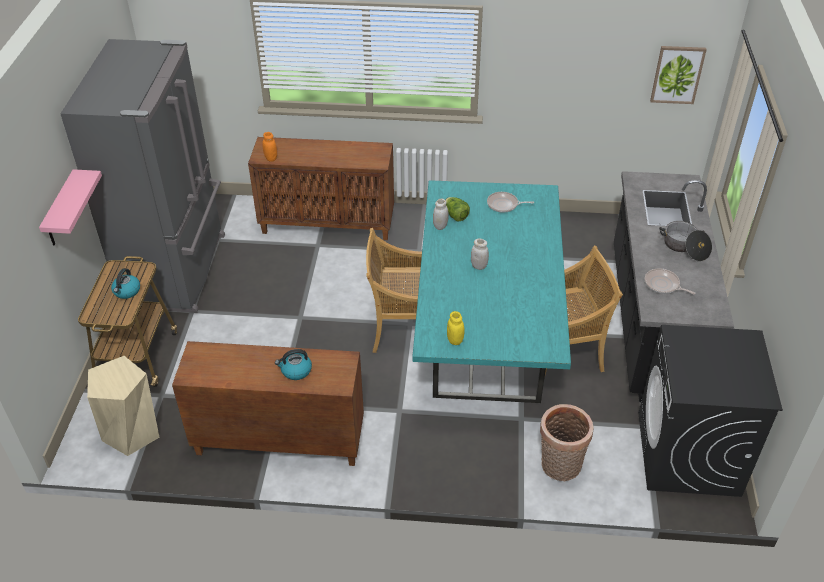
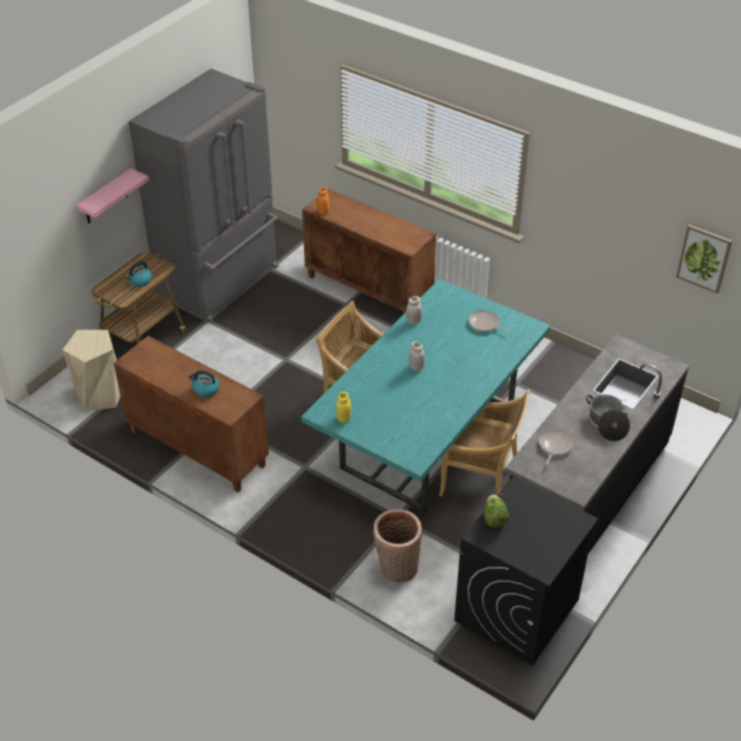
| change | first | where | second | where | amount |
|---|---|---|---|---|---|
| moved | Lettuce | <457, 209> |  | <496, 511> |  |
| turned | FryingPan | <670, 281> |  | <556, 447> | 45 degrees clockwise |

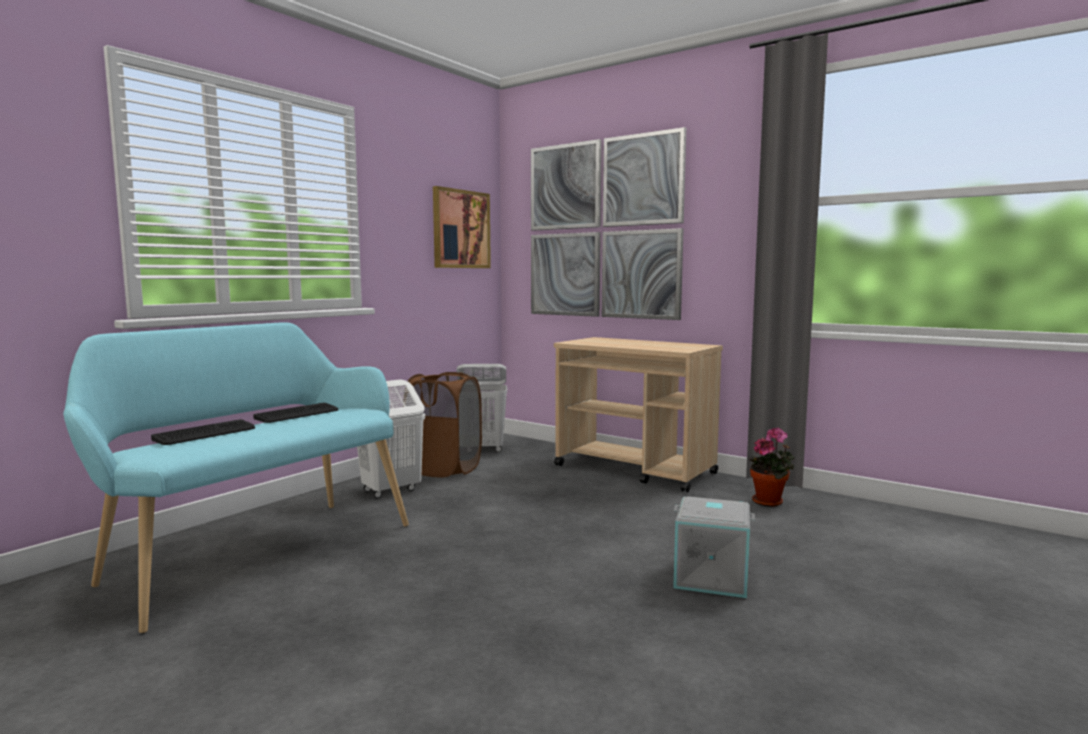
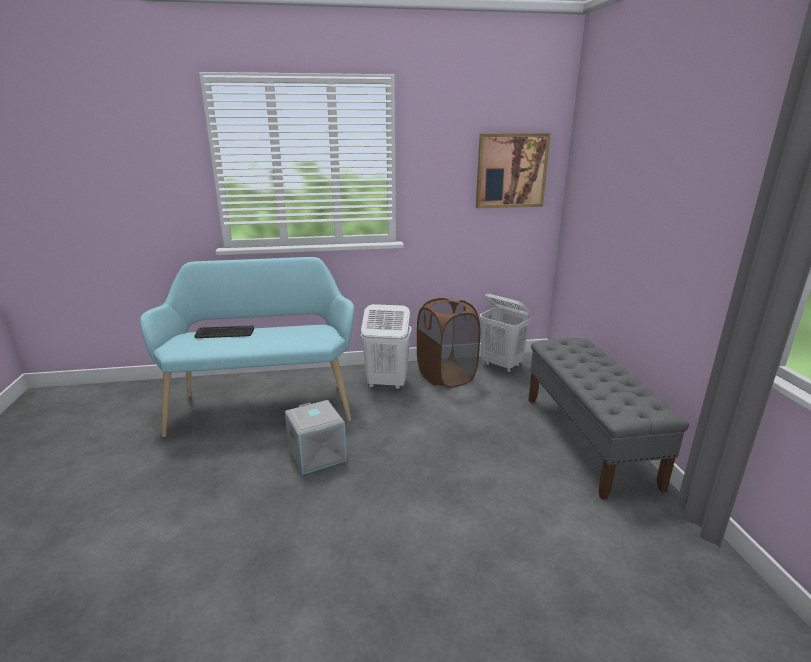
| change | first | where | second | where | amount |
|---|---|---|---|---|---|
| removed | Keyboard | <295, 413> |  |  |  |
| removed | WallPicture | <608, 223> |  |  |  |
| removed | Houseplant | <772, 467> |  |  |  |
| moved | GrayStorageBin | <714, 547> |  | <316, 437> |  |
| replaced | BeigeCart | <638, 414> | GrayLongSeat | <608, 419> |  |

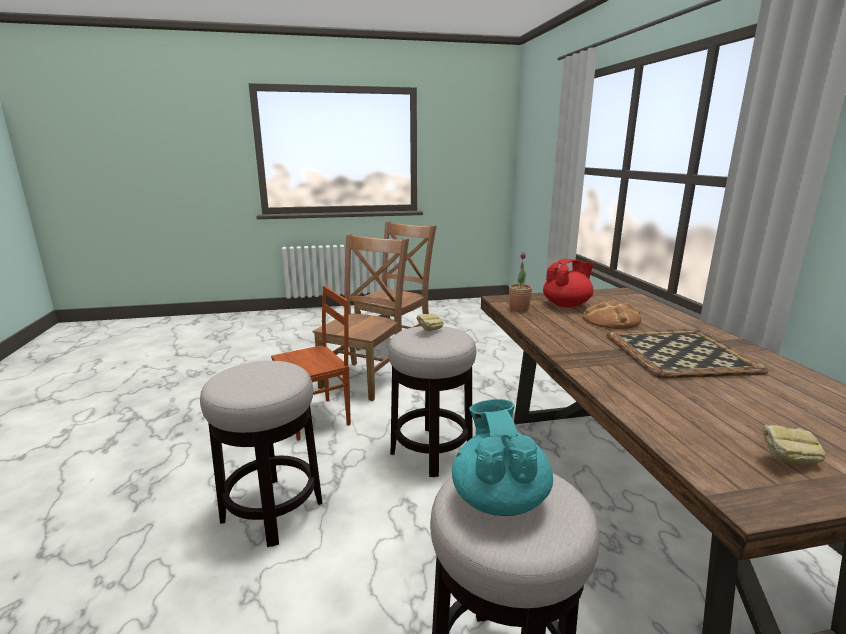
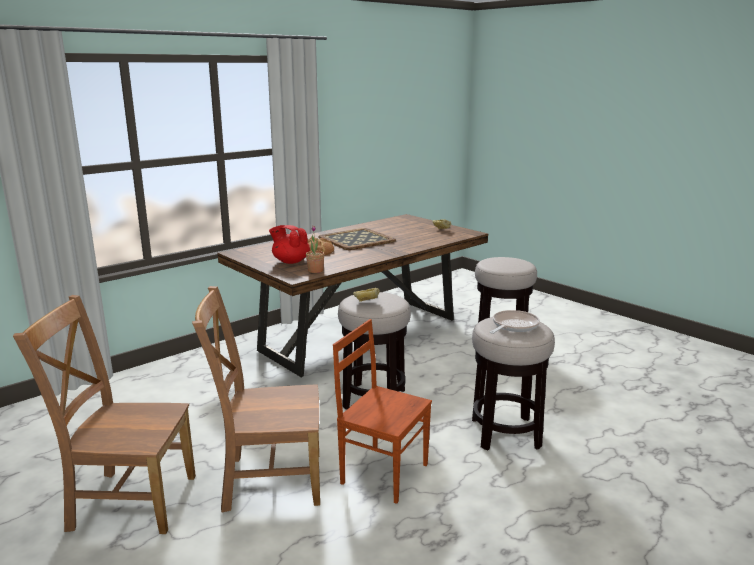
| change | first | where | second | where | amount |
|---|---|---|---|---|---|
| removed | TurquoiseColouredPotForTea | <502, 457> |  |  |  |
| added |  |  | FryingPan | <515, 322> |  |

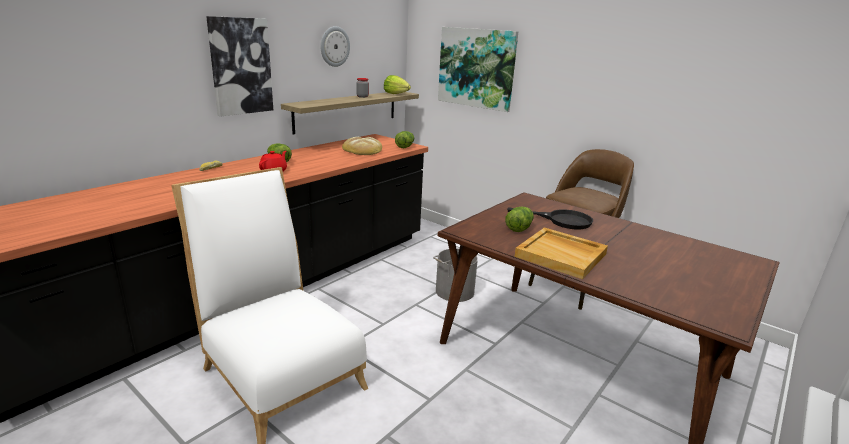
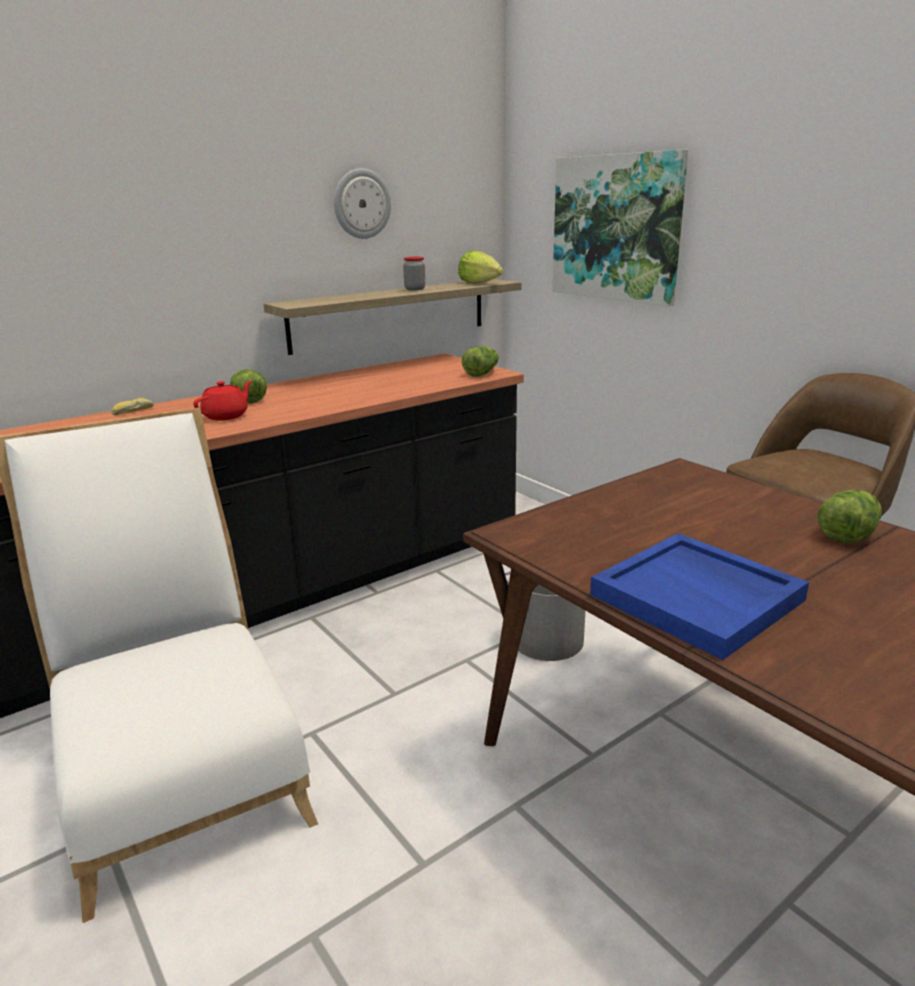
| change | first | where | second | where | amount |
|---|---|---|---|---|---|
| removed | WallPicture | <239, 66> |  |  |  |
| removed | BakedBread | <362, 146> |  |  |  |
| removed | BlackishFryingPan | <550, 218> |  |  |  |
| moved | Lettuce | <519, 219> |  | <849, 517> |  |
| recoloured | BeigeCarryingTray | <561, 253> | BlueColouredCarryingTray | <699, 596> |  |

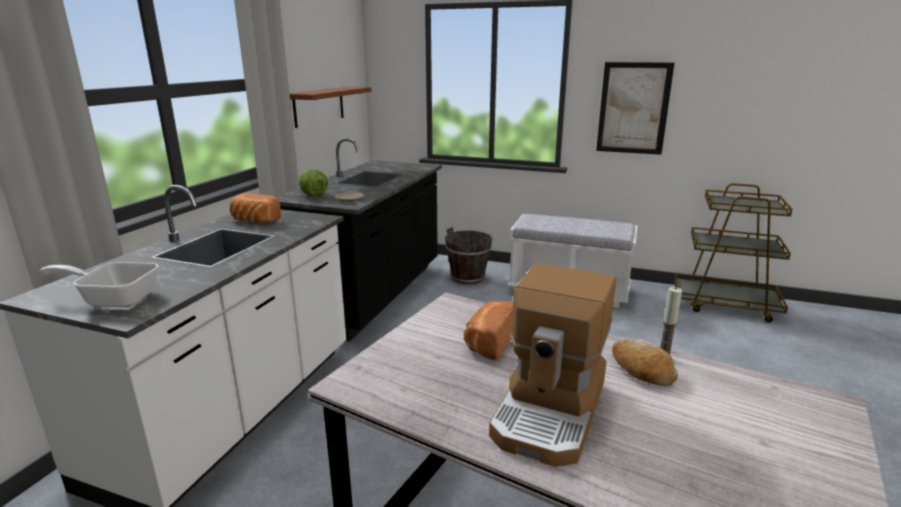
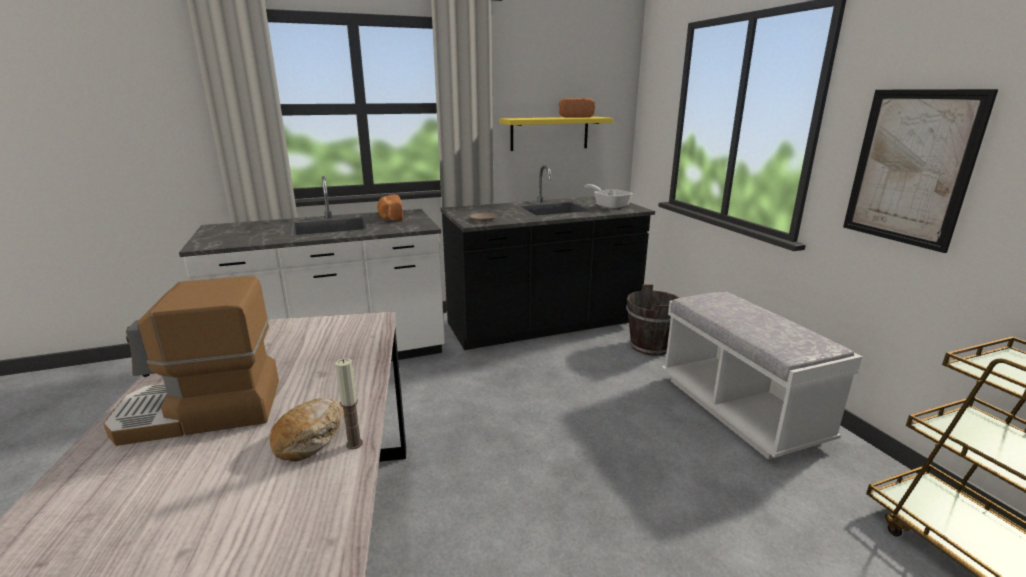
| change | first | where | second | where | amount |
|---|---|---|---|---|---|
| removed | Lettuce | <313, 182> |  |  |  |
| moved | FryingPan | <99, 284> |  | <608, 196> |  |
| moved | BakedBread | <488, 330> |  | <577, 108> |  |
| recoloured | BrownishWallShelf | <330, 107> | YellowWallShelf | <556, 134> |  |

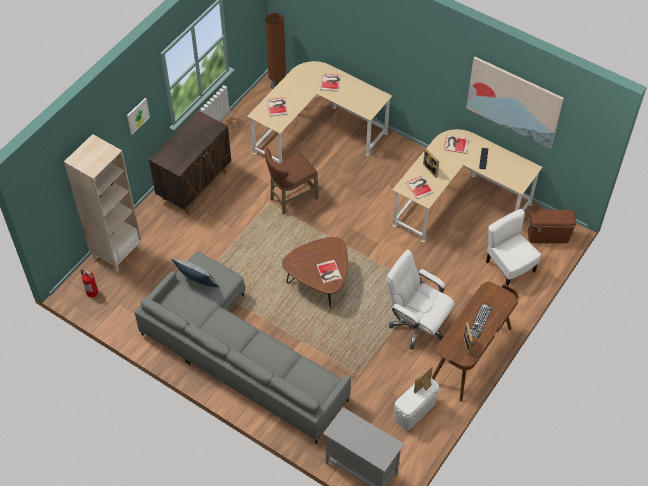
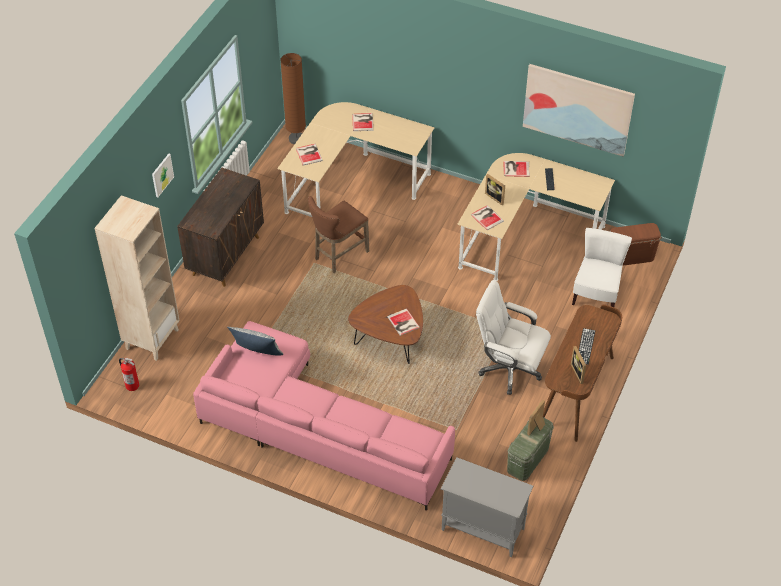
| change | first | where | second | where | amount |
|---|---|---|---|---|---|
| recoloured | GraySettee | <243, 347> | PinkColouredSettee | <324, 416> |  |
| recoloured | WhiteStorageBin | <416, 404> | GreenColouredStorageBin | <530, 449> |  |
| turned | WhitePlainChair | <513, 247> |  | <602, 267> | 60 degrees clockwise |

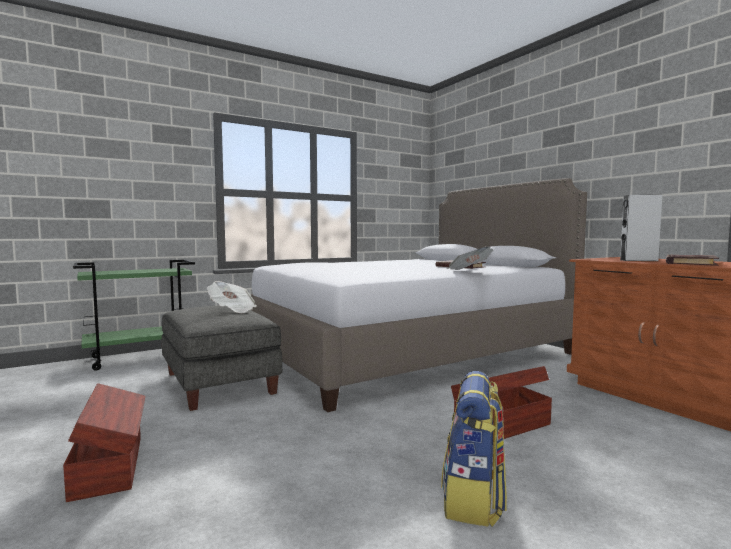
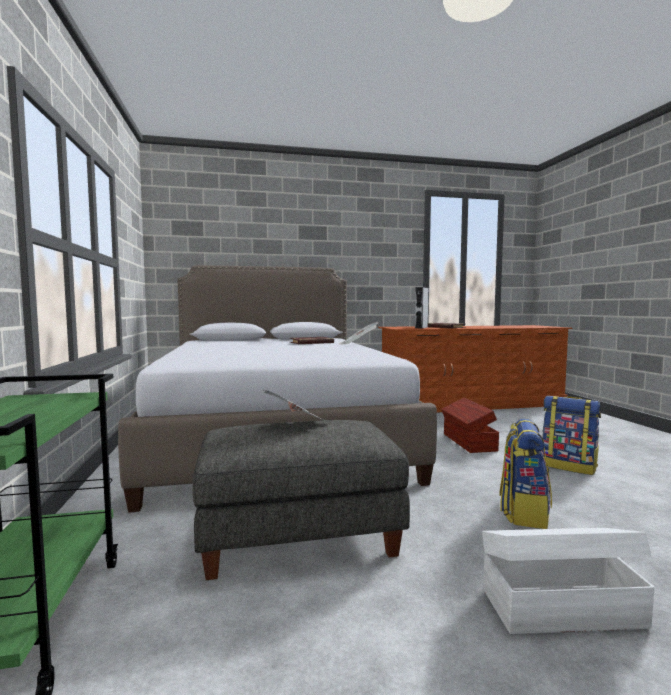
| change | first | where | second | where | amount |
|---|---|---|---|---|---|
| added |  |  | Knapsack | <525, 473> |  |
| recoloured | BrownishStorageBin | <104, 442> | WhiteStorageBin | <568, 581> |  |

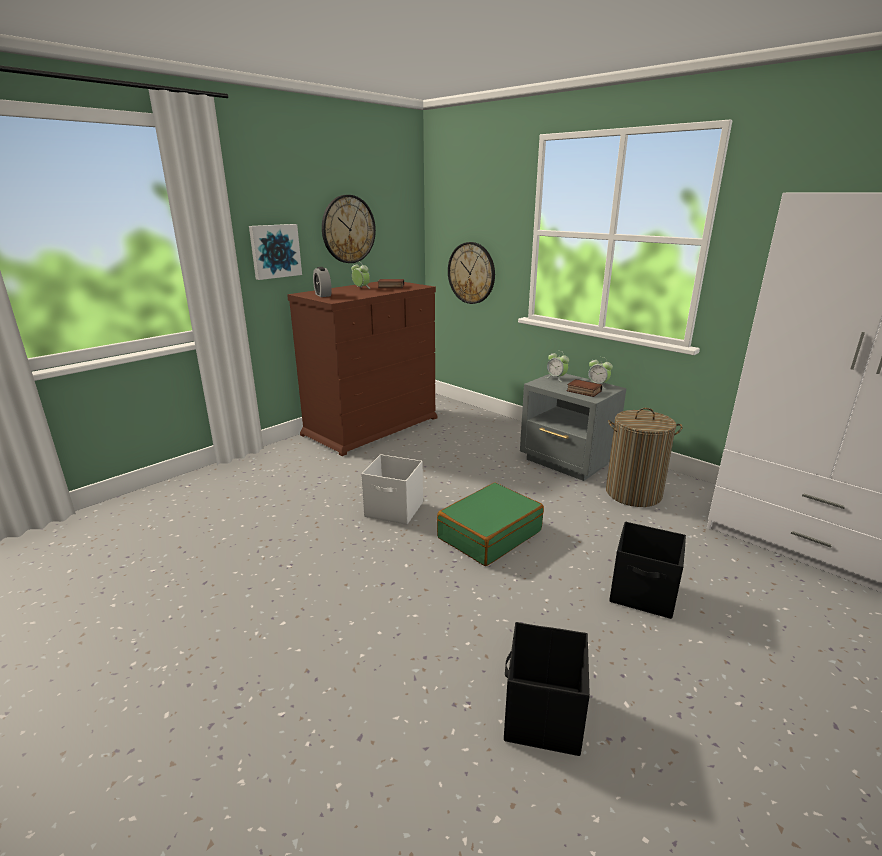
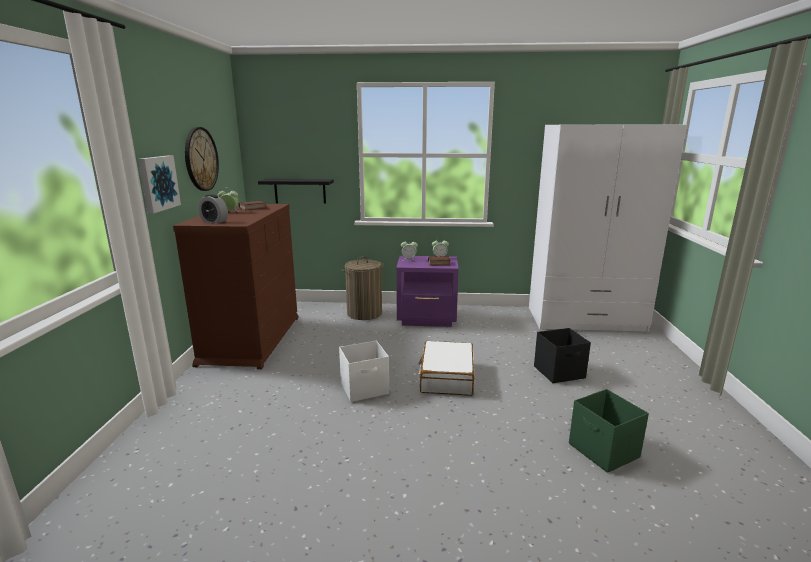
| change | first | where | second | where | amount |
|---|---|---|---|---|---|
| moved | WashingBasket | <644, 457> |  | <363, 288> |  |
| replaced | WallClock | <471, 273> | BlackishWallShelf | <296, 191> |  |
| recoloured | GreenColouredSuitcase | <490, 524> | WhiteSuitcase | <446, 368> |  |
| recoloured | BlackishStorageBin | <547, 689> | GreenColouredStorageBin | <609, 431> |  |
| recoloured | GrayNightTable | <573, 427> | PurpleColouredNightTable | <427, 291> |  |

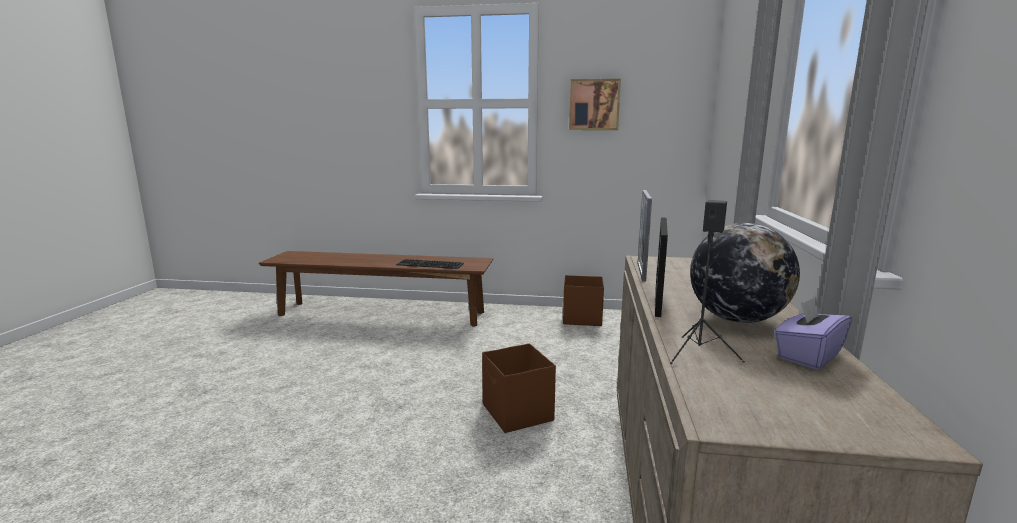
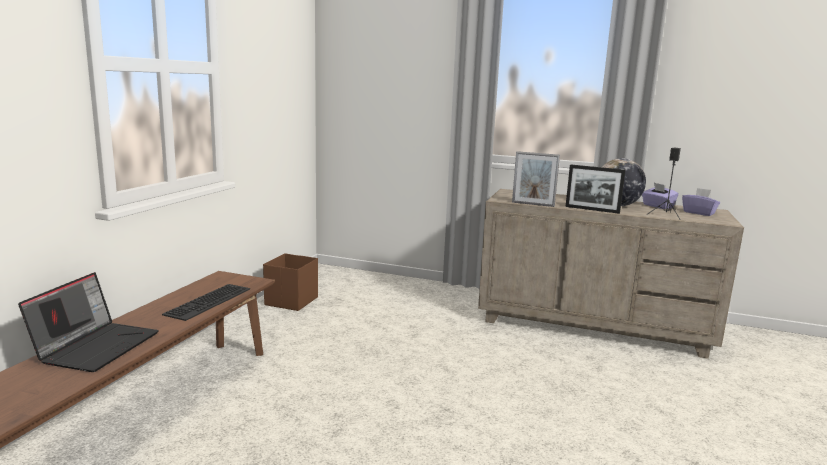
| change | first | where | second | where | amount |
|---|---|---|---|---|---|
| removed | BrownishStorageBin | <519, 388> |  |  |  |
| removed | WallPicture | <595, 104> |  |  |  |
| added |  |  | Laptop | <88, 322> |  |
| added |  |  | PurpleColouredBoxOfTissues | <701, 202> |  |

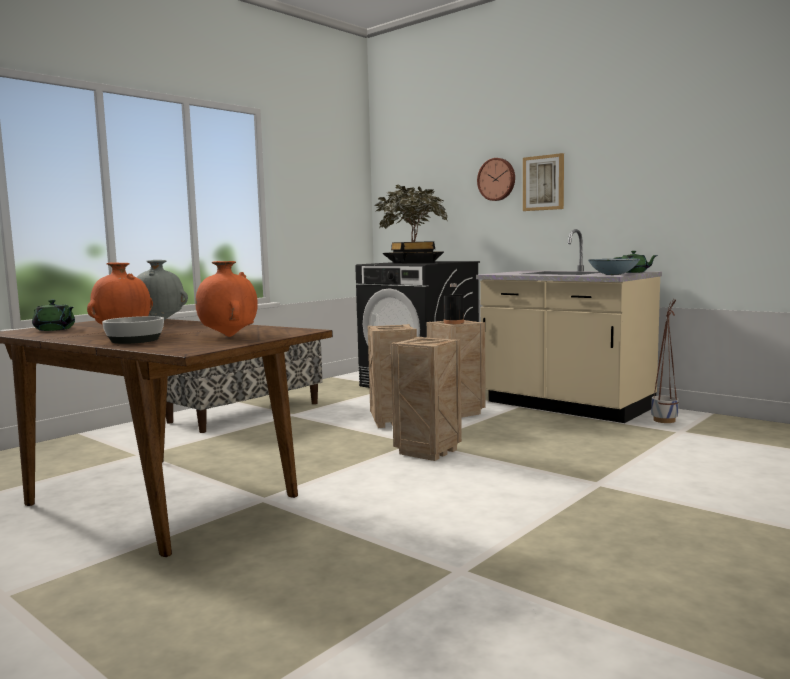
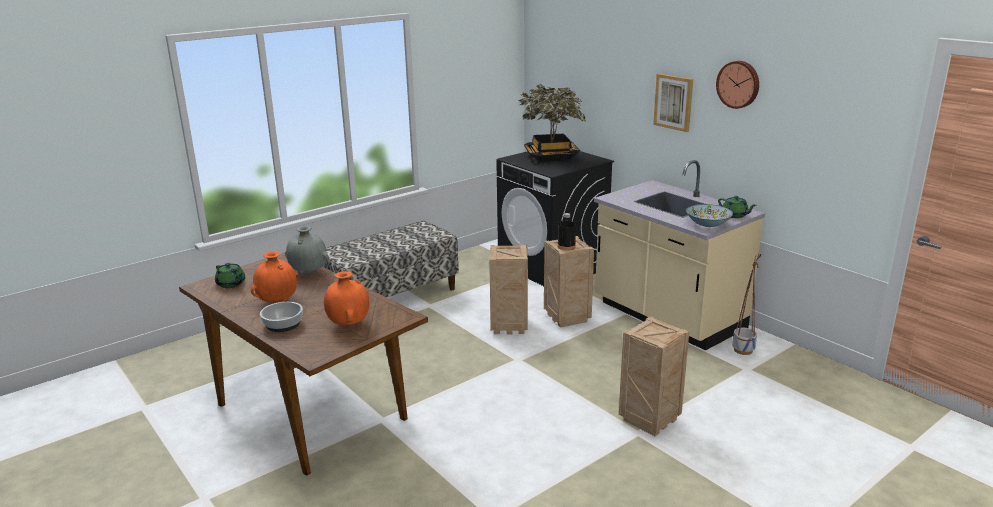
| change | first | where | second | where | amount |
|---|---|---|---|---|---|
| moved | PackingCrate | <426, 399> |  | <654, 376> |  |
| moved | WallClock | <496, 179> |  | <737, 85> |  |

